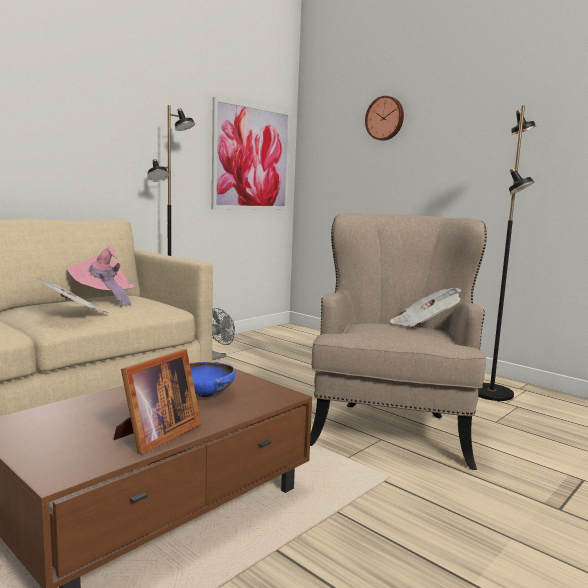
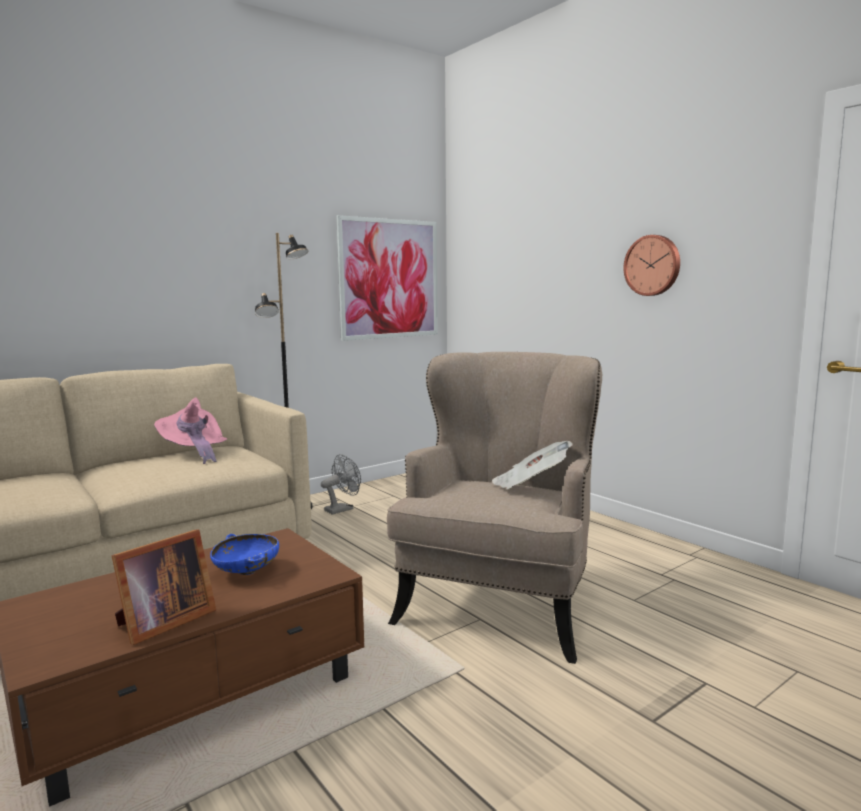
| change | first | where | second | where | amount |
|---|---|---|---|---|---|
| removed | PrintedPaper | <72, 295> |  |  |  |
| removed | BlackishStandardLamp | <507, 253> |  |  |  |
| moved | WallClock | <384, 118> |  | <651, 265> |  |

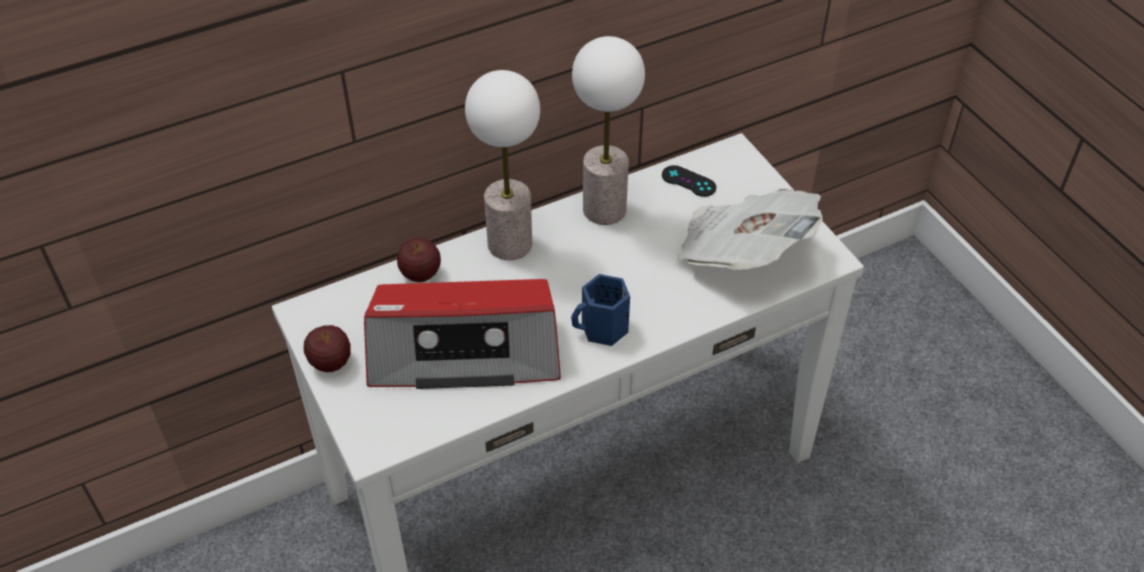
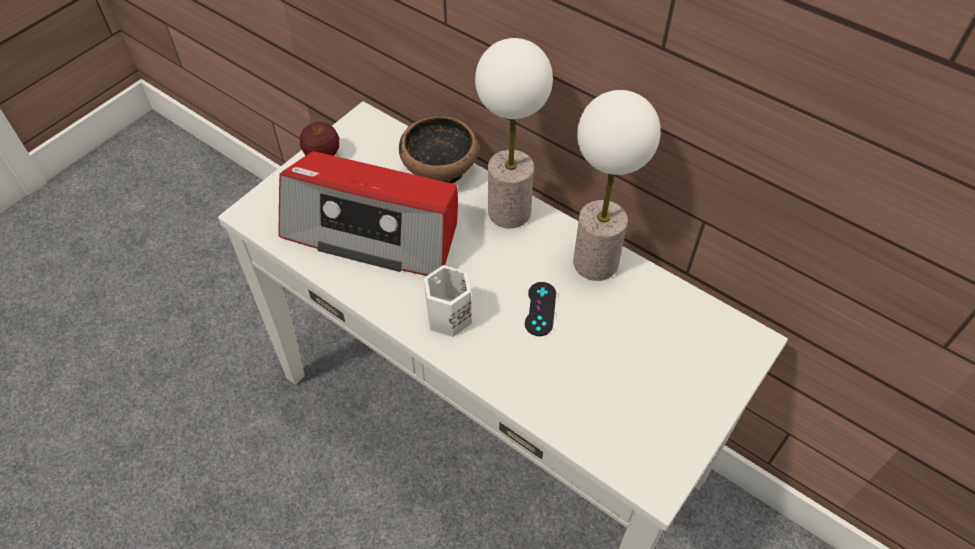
| change | first | where | second | where | amount |
|---|---|---|---|---|---|
| removed | PrintedPaper | <749, 229> |  |  |  |
| moved | BlackishJoypad | <689, 181> |  | <540, 309> |  |
| replaced | AppleFruit | <419, 260> | ServingBowl | <439, 150> |  |
| recoloured | BlueColouredMug | <600, 310> | WhiteMug | <448, 301> |  |
| turned | Radio | <462, 334> |  | <368, 213> | 45 degrees counterclockwise |

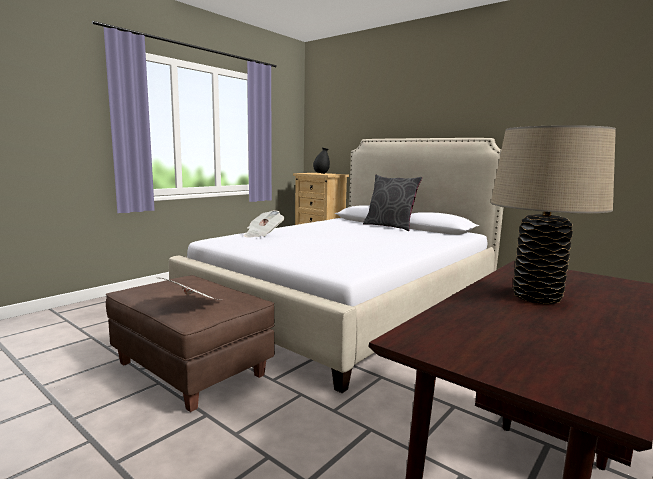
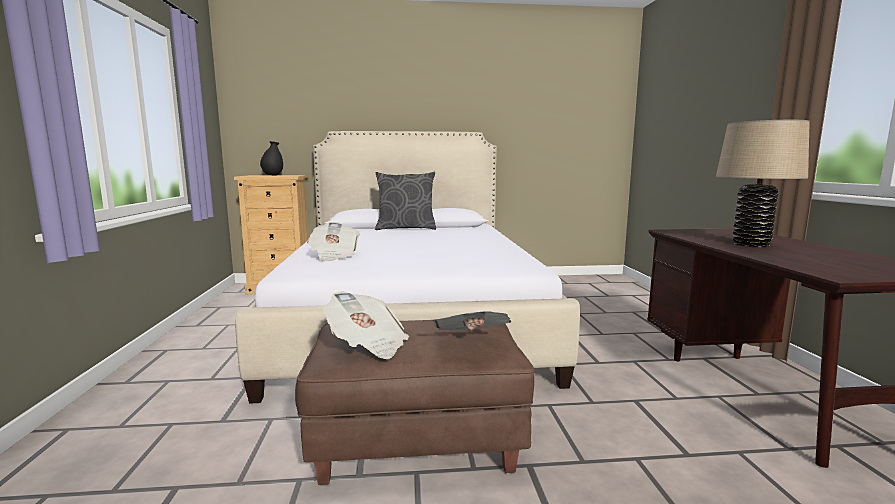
| change | first | where | second | where | amount |
|---|---|---|---|---|---|
| added |  |  | PrintedPaper | <366, 325> |  |

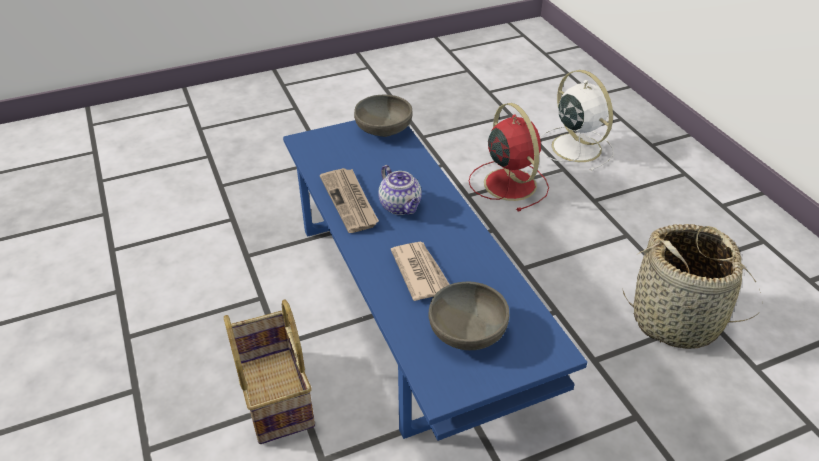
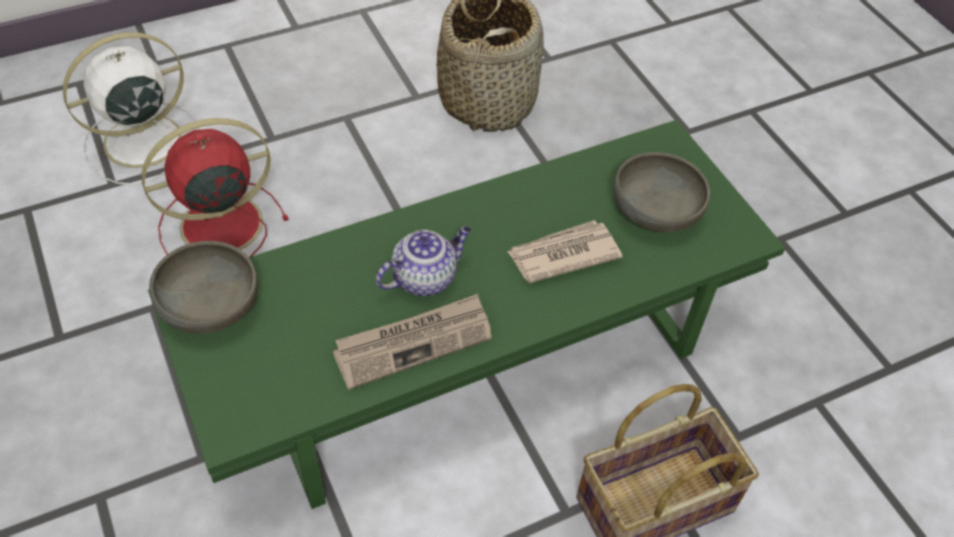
| change | first | where | second | where | amount |
|---|---|---|---|---|---|
| recoloured | BlueColouredLoungeTable | <435, 280> | GreenColouredLoungeTable | <466, 314> |  |

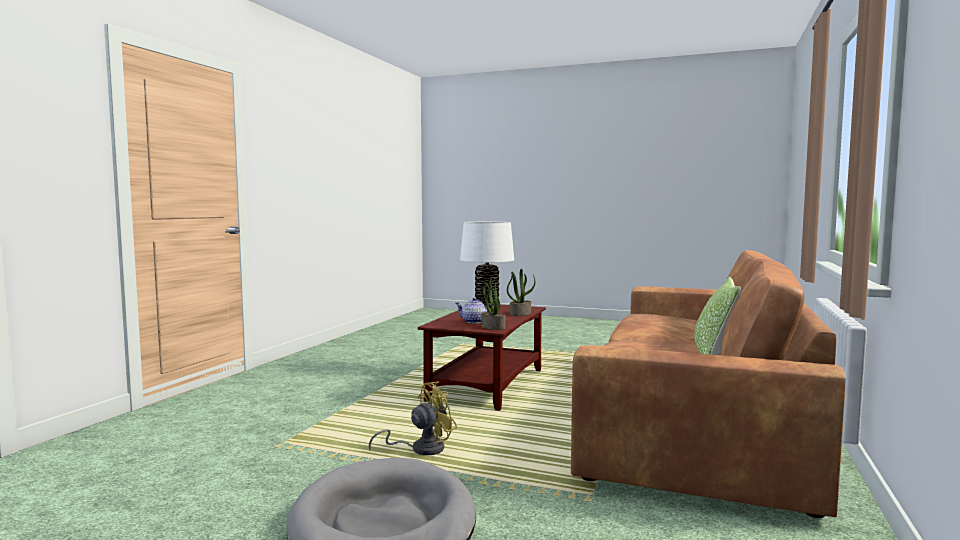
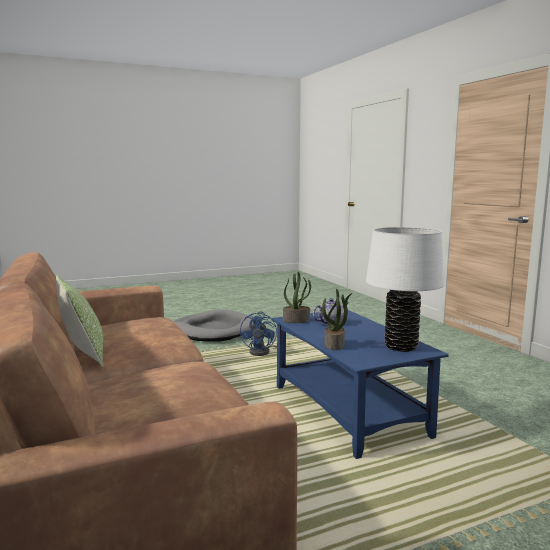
| change | first | where | second | where | amount |
|---|---|---|---|---|---|
| recoloured | YellowElectricFan | <413, 418> | BlueColouredElectricFan | <258, 333> |  |
| recoloured | BrownishLoungeTable | <482, 358> | BlueColouredLoungeTable | <360, 384> |  |

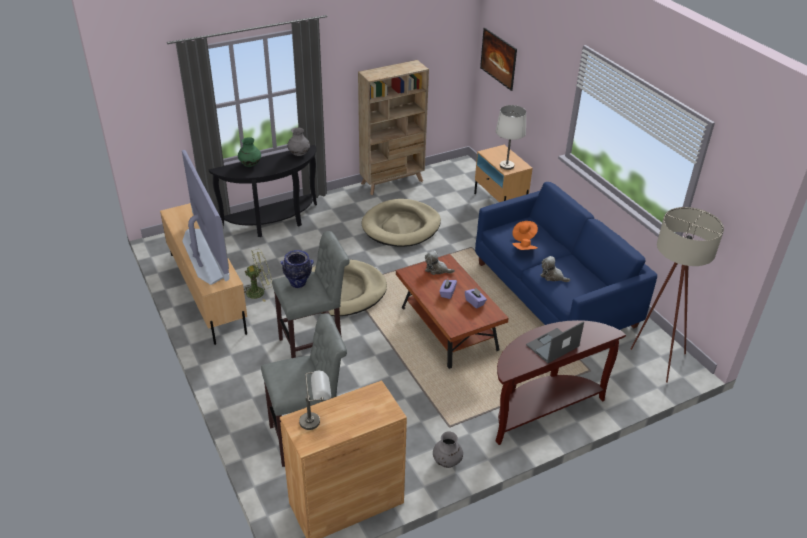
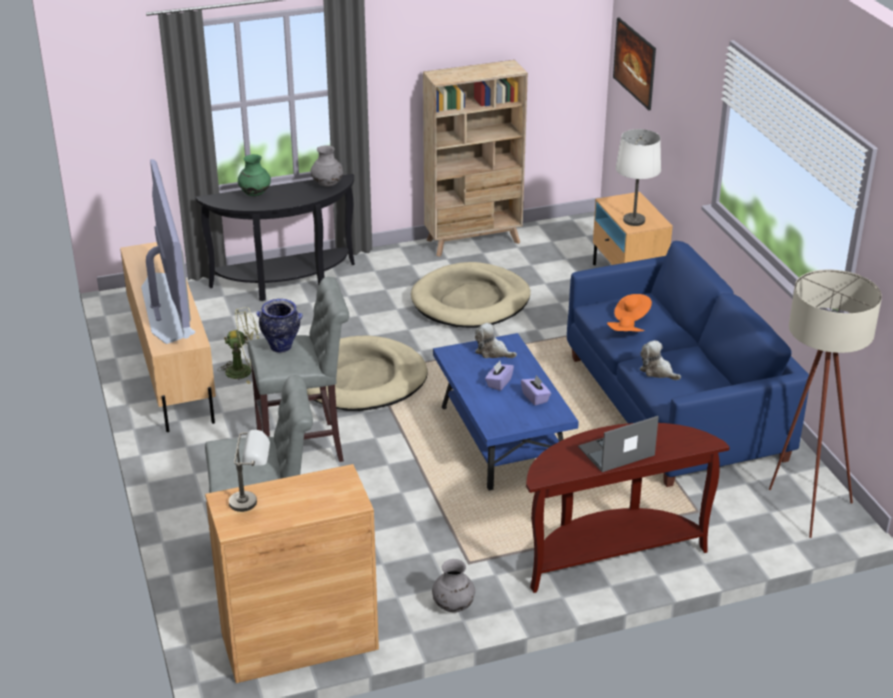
| change | first | where | second | where | amount |
|---|---|---|---|---|---|
| recoloured | BrownishLoungeTable | <452, 311> | BlueColouredLoungeTable | <506, 412> |  |

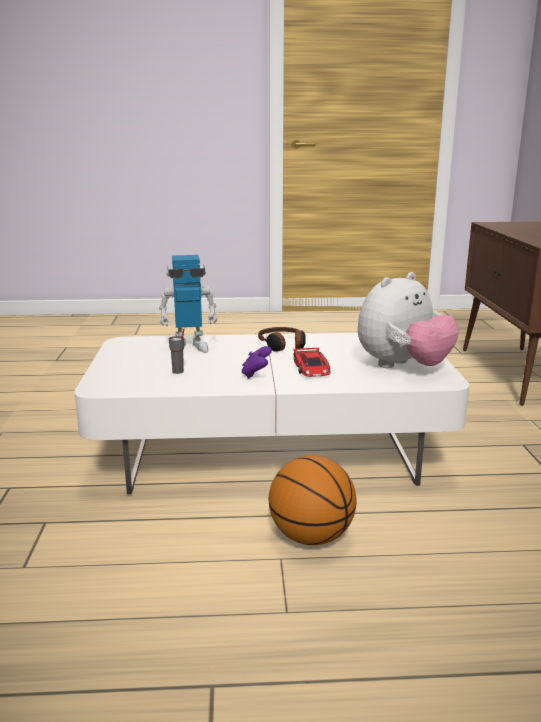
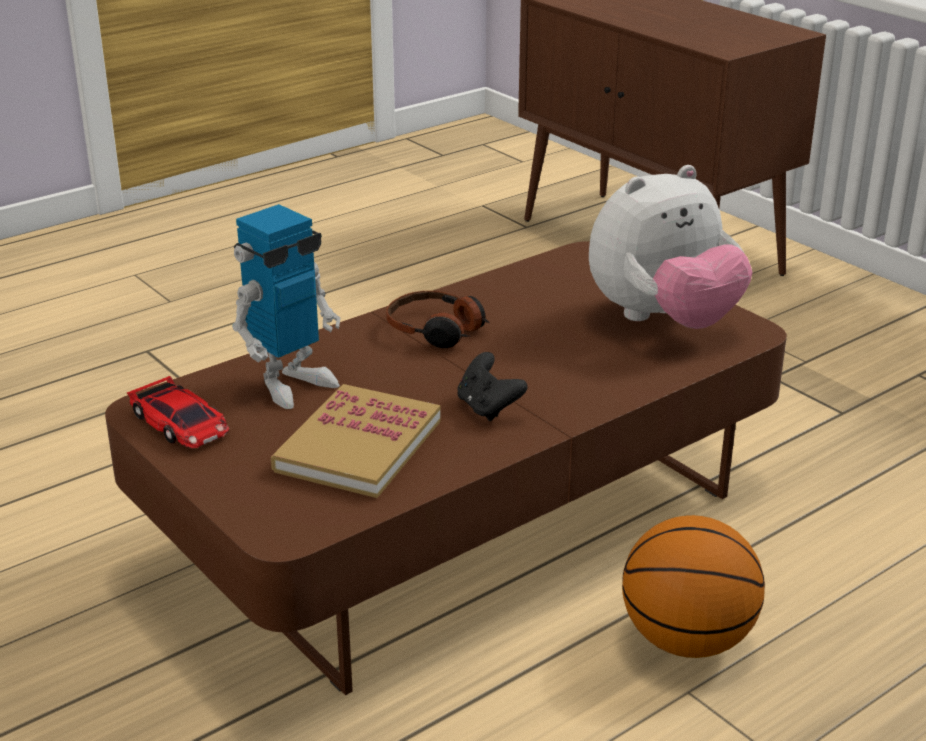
| change | first | where | second | where | amount |
|---|---|---|---|---|---|
| moved | MiniatureCar | <312, 362> |  | <178, 412> |  |
| replaced | GraySmallCup | <177, 351> | BoundBook | <356, 441> |  |
| recoloured | WhiteLoungeTable | <272, 413> | BrownishLoungeTable | <446, 468> |  |
| recoloured | PurpleColouredJoypad | <256, 362> | BlackishJoypad | <492, 386> |  |
| turned | CuddlyToy | <408, 320> |  | <671, 247> | 45 degrees clockwise |

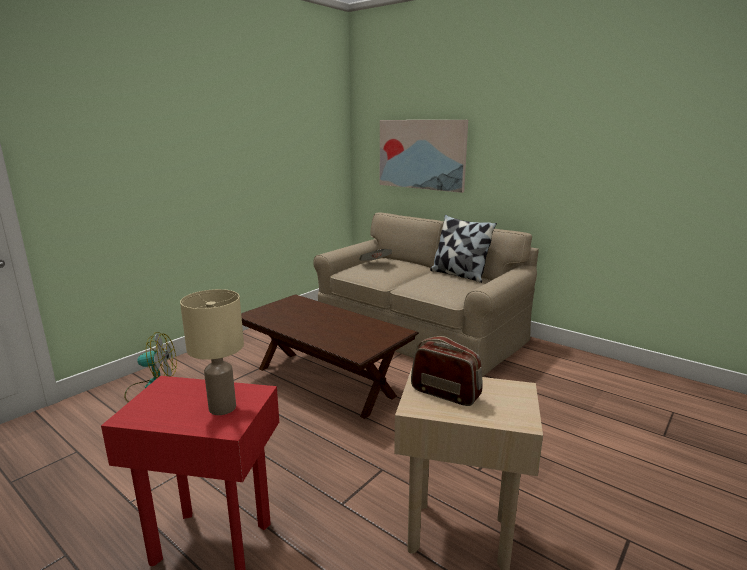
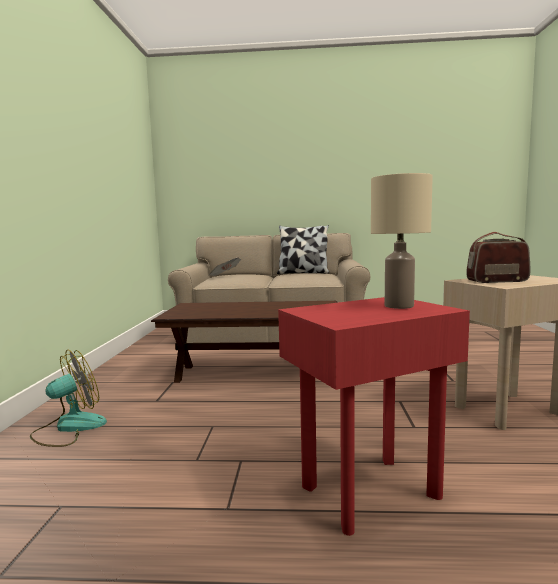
| change | first | where | second | where | amount |
|---|---|---|---|---|---|
| removed | WallPicture | <424, 156> |  |  |  |

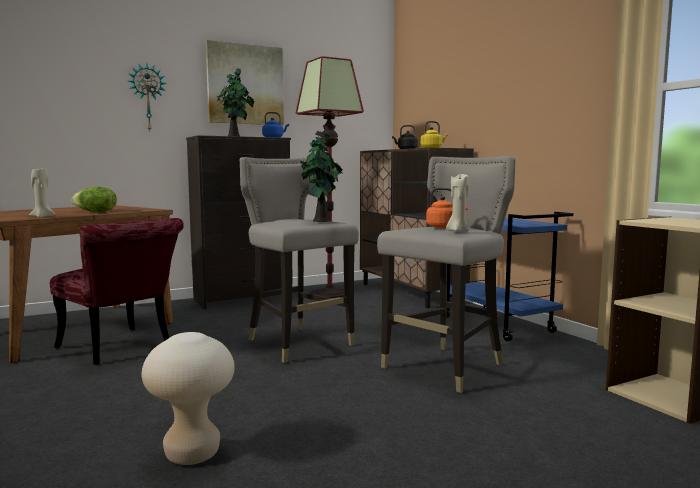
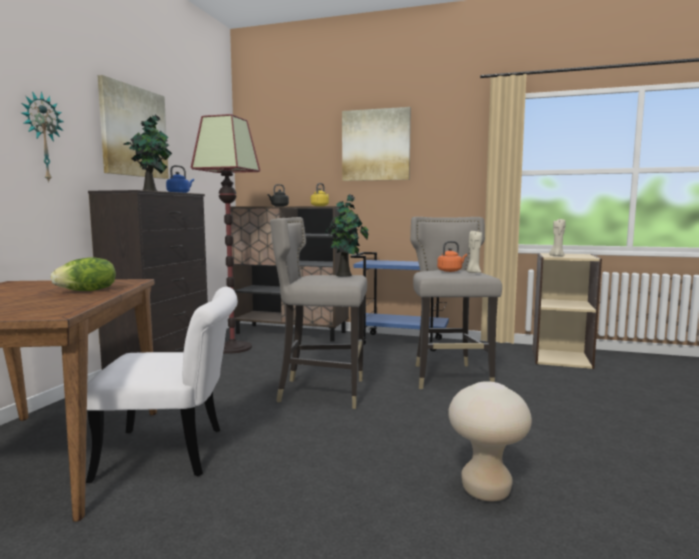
| change | first | where | second | where | amount |
|---|---|---|---|---|---|
| added |  |  | WallPicture | <376, 144> |  |
| moved | BeigeWaxLight | <42, 193> |  | <557, 238> |  |
| recoloured | ReddishPlainChair | <117, 291> | WhitePlainChair | <162, 385> |  |

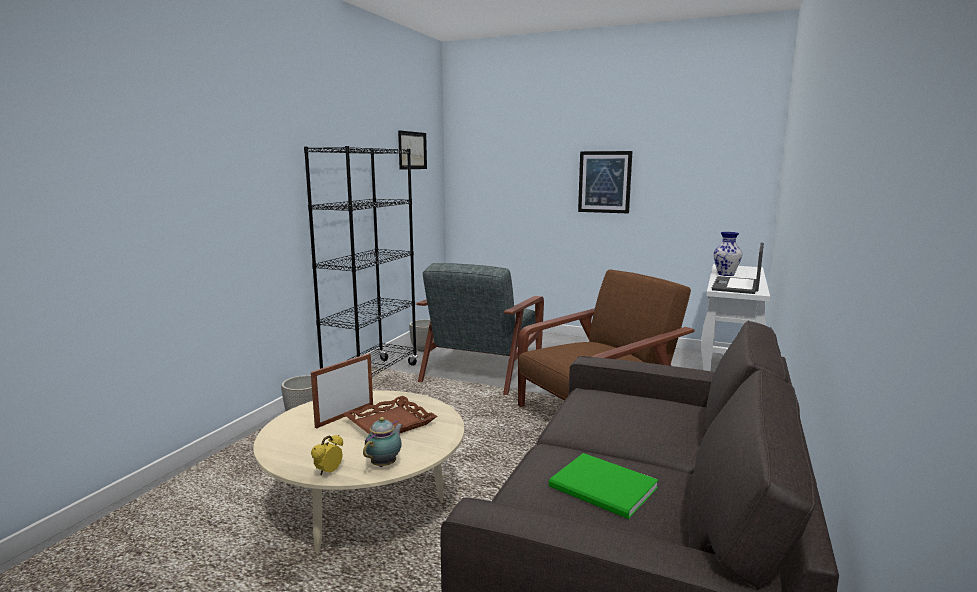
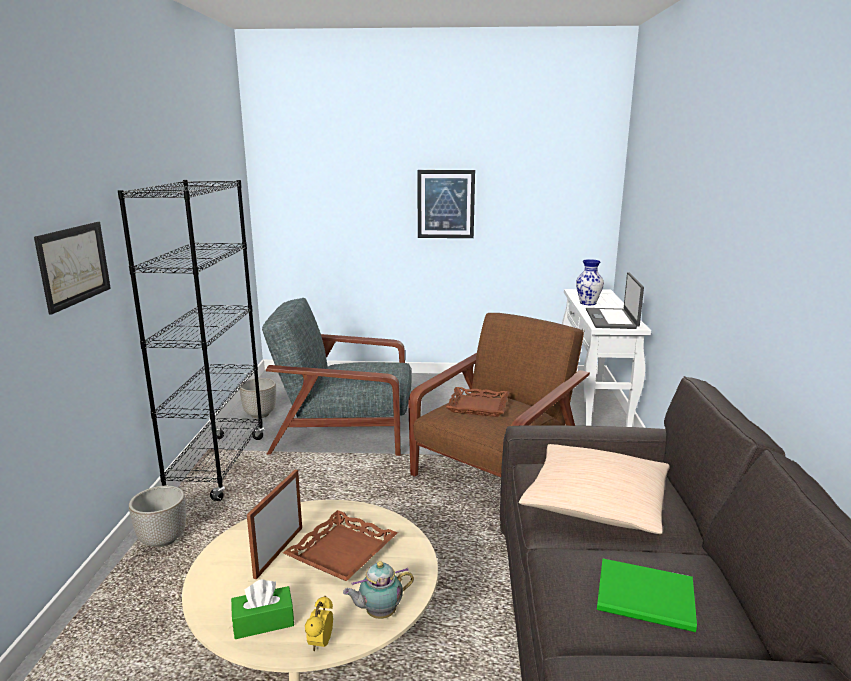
| change | first | where | second | where | amount |
|---|---|---|---|---|---|
| added |  |  | GreenColouredBoxOfTissues | <262, 609> |  |
| added |  |  | BrownishCarryingTray | <477, 402> |  |
| added |  |  | BeigePillow | <594, 489> |  |
| moved | WallPicture | <412, 150> |  | <72, 268> |  |
| turned | PotForTea | <383, 442> |  | <378, 590> | 120 degrees counterclockwise |
| turned | GrayEasyChair | <480, 329> |  | <336, 377> | 90 degrees clockwise |

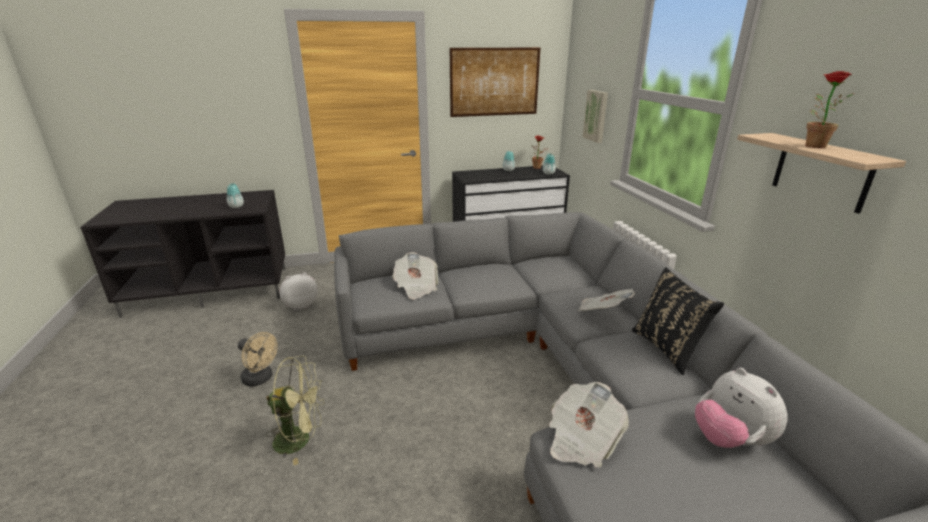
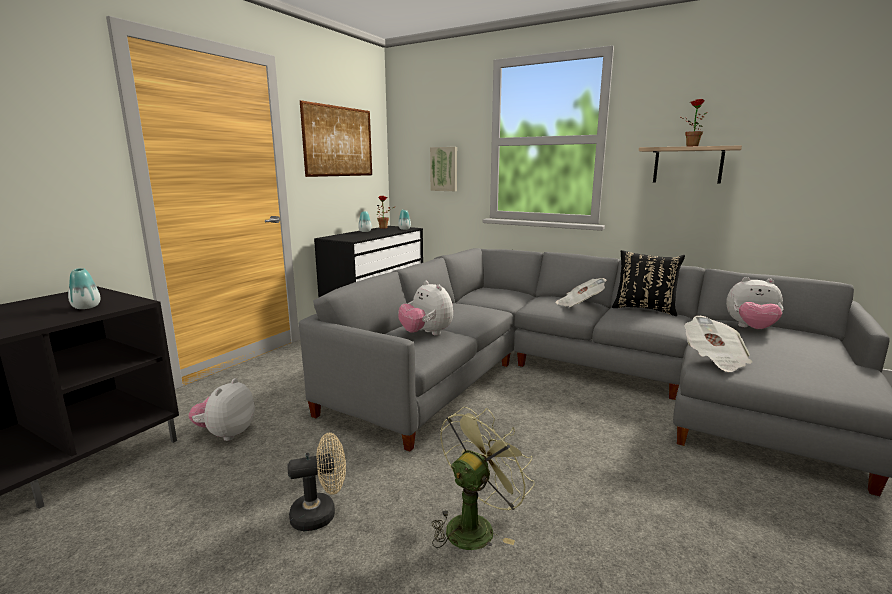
| change | first | where | second | where | amount |
|---|---|---|---|---|---|
| replaced | PrintedPaper | <415, 276> | CuddlyToy | <425, 308> |  |

